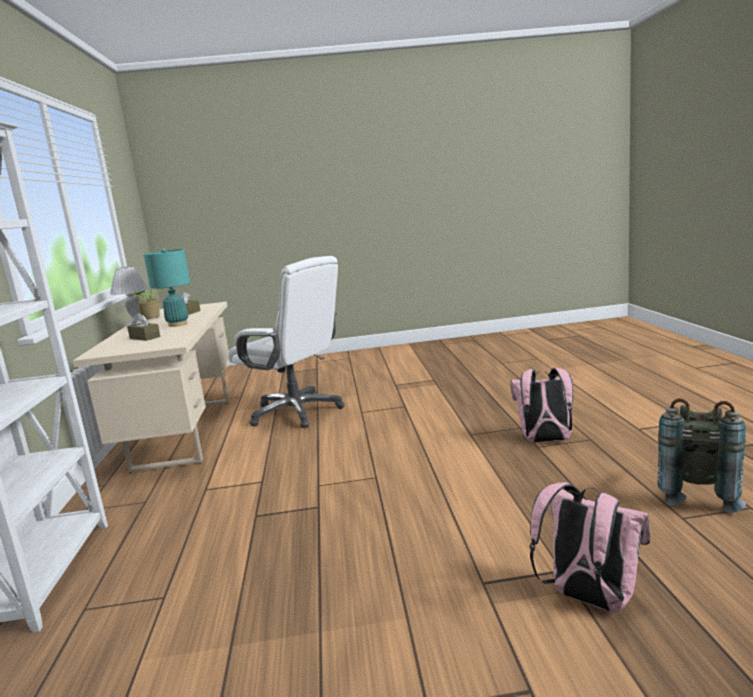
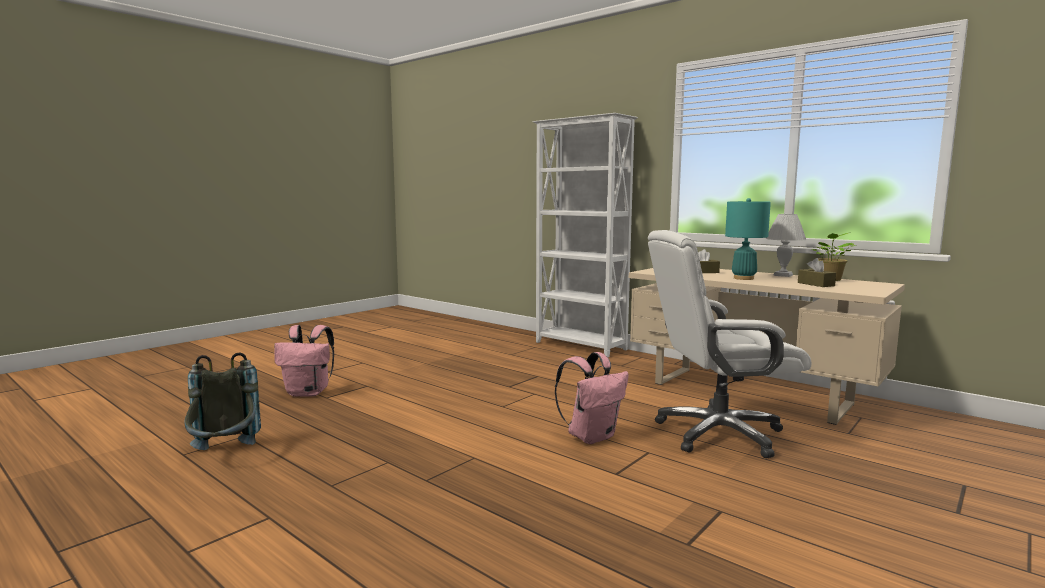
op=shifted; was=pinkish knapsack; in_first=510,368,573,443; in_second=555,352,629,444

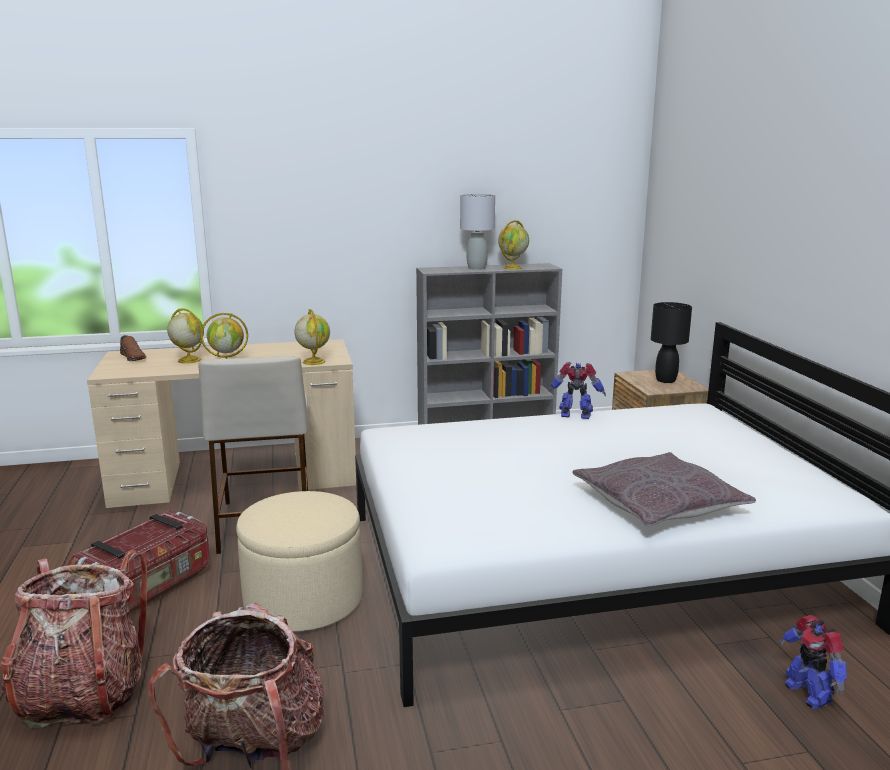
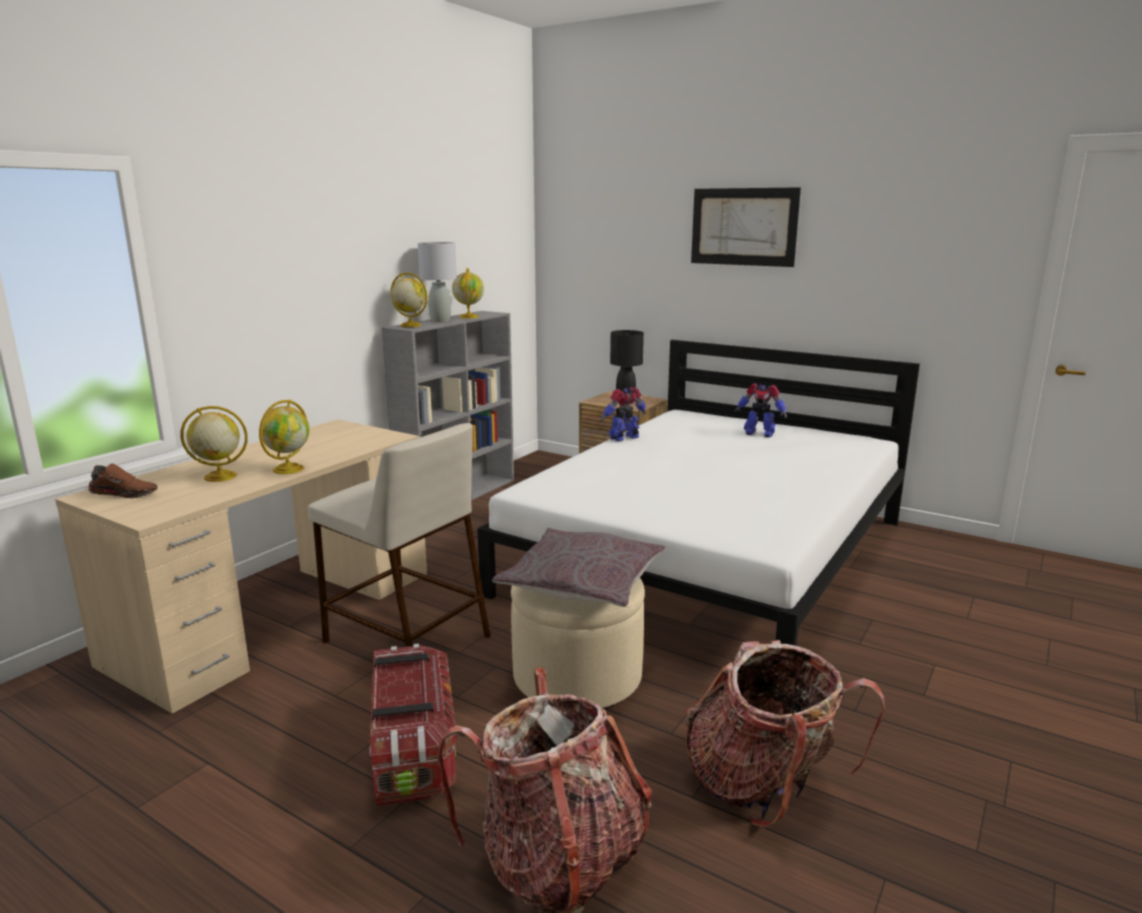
op=shifted; was=desk globe; in_first=294,309,330,365; in_second=390,272,427,327
op=shifted; was=gray throw pillow; in_first=572,452,756,526; in_second=492,528,666,607
op=shifted; was=robot figure; in_first=778,615,847,709; in_second=735,383,787,437
op=new; now=wall art; in_second=691,187,801,267

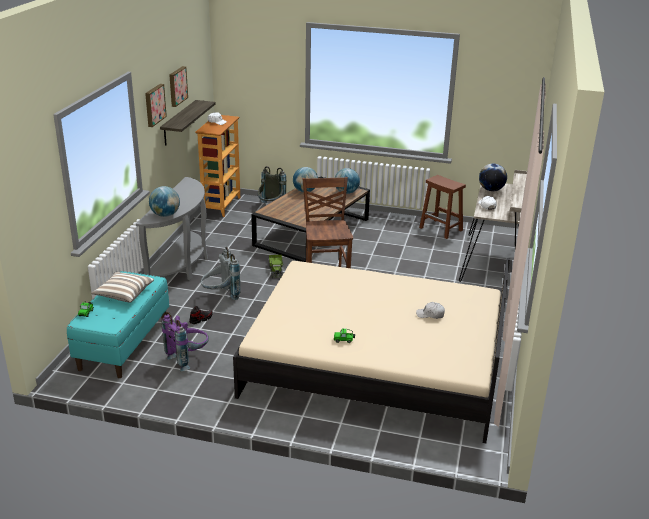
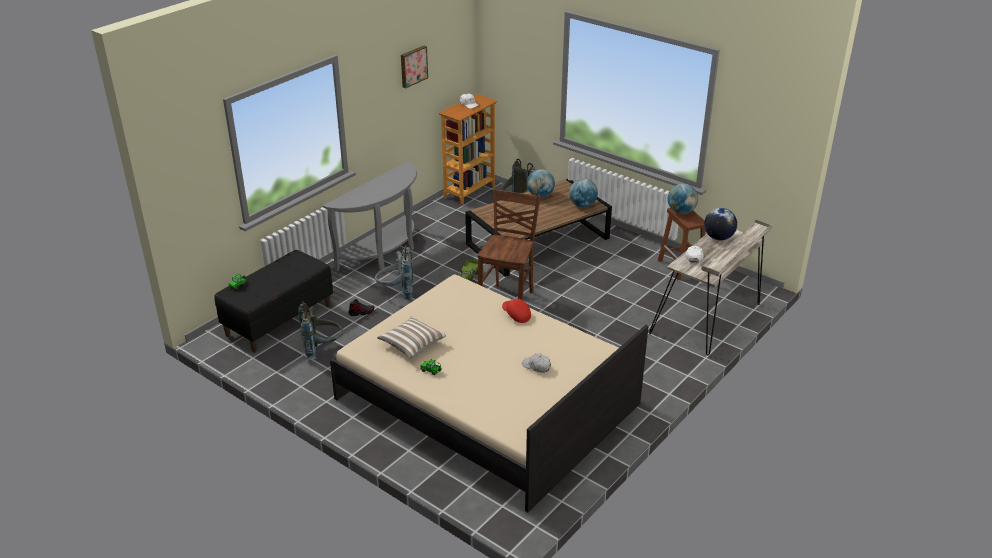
op=gone; was=wall art; in_first=145,84,167,127
op=gone; was=wall shelf; in_first=160,100,216,146
op=shifted; was=desk globe; in_first=149,186,180,217; in_second=668,183,698,214
op=repainted; was=turquoise-coloured indoor bench; now=black indoor bench; in_first=67,271,169,378; in_second=214,250,333,353
op=shifted; was=throw pillow; in_first=91,272,154,303; in_second=377,316,446,359
op=repainted; was=purple knapsack; now=gray knapsack; in_first=162,312,209,371; in_second=298,301,343,360
op=new; now=reddish baseball cap; in_second=502,299,531,323

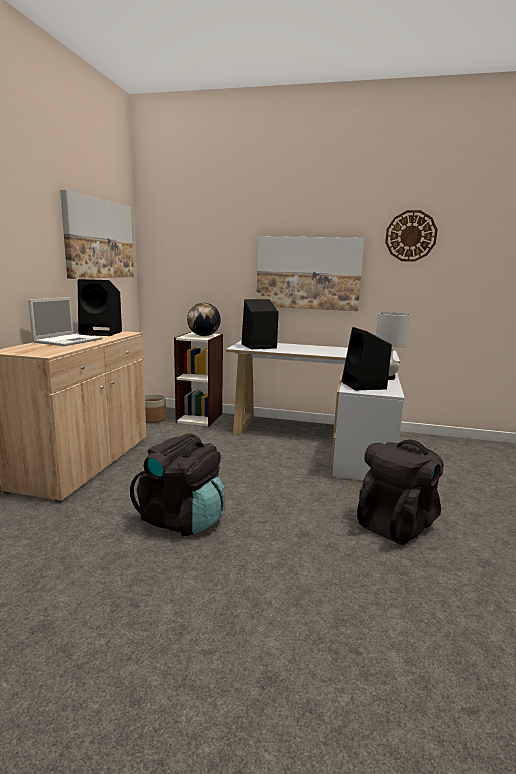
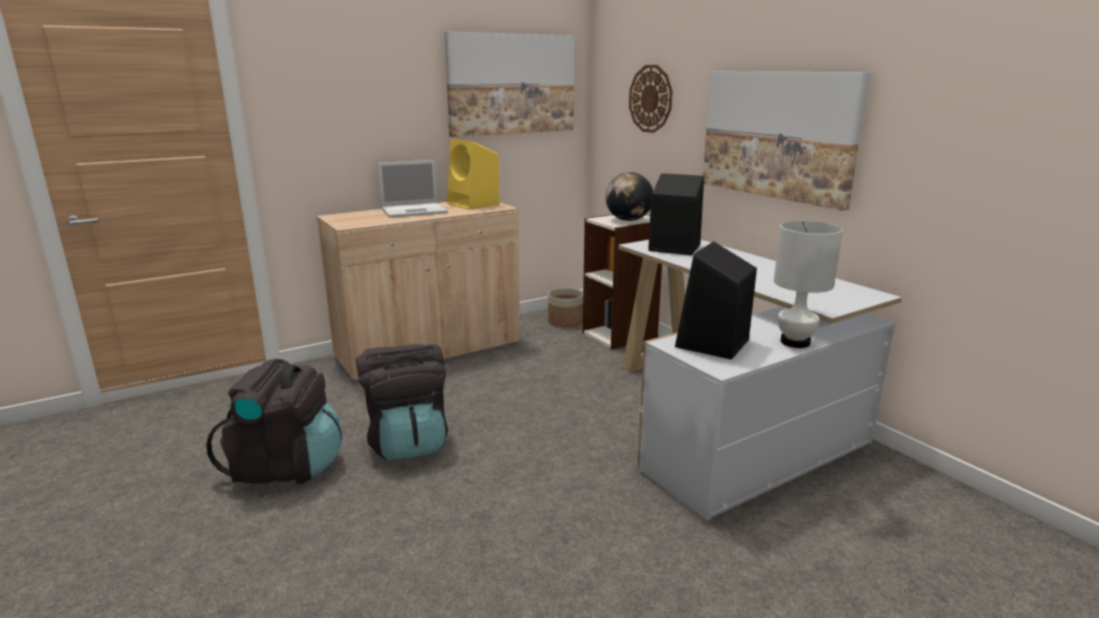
op=shifted; was=wall clock; in_first=385,210,438,262; in_second=629,65,673,133
op=repainted; was=black speaker; now=yellowish speaker; in_first=78,279,122,336; in_second=447,138,500,210
op=shifted; was=black knapsack; in_first=357,440,444,545; in_second=206,359,342,484

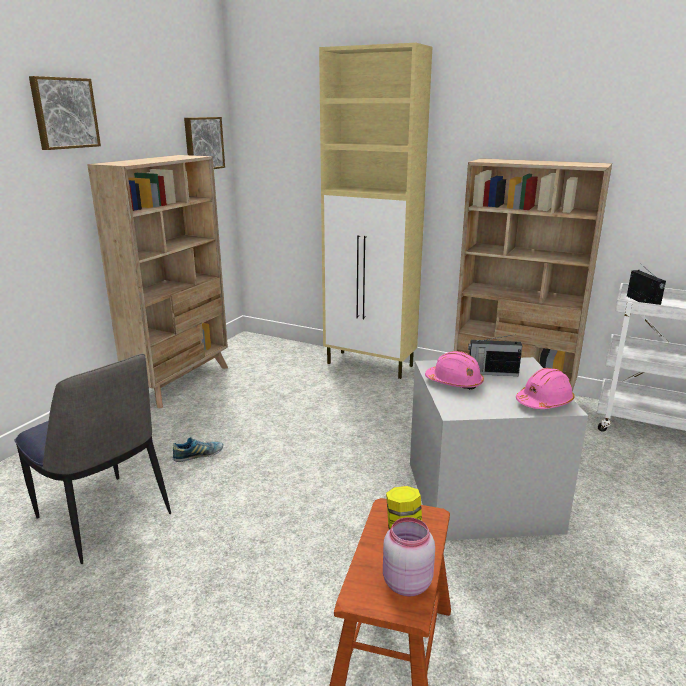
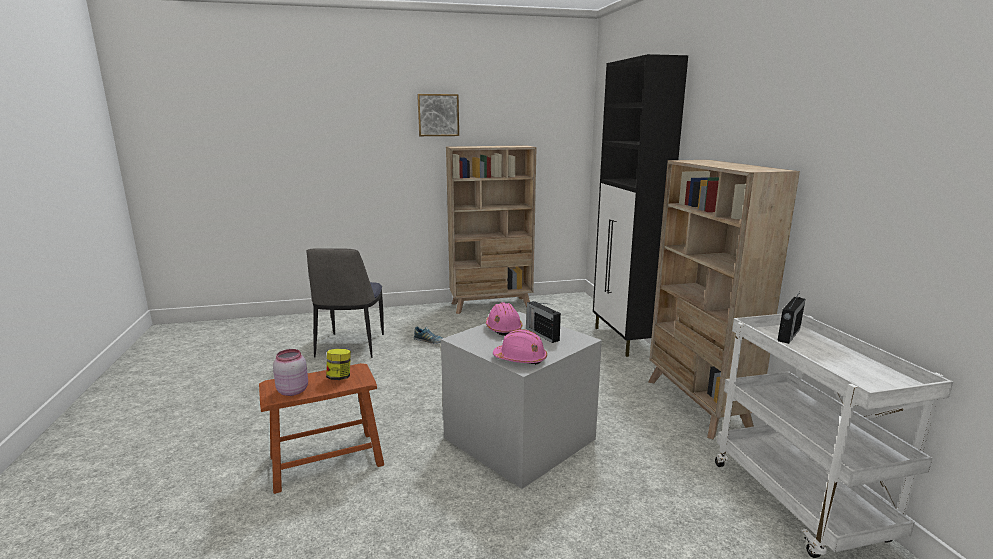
op=repainted; was=sand-coloured cupboard; now=black cupboard; in_first=319,43,432,379; in_second=593,54,688,357
op=gone; was=wall art; in_first=184,117,225,169

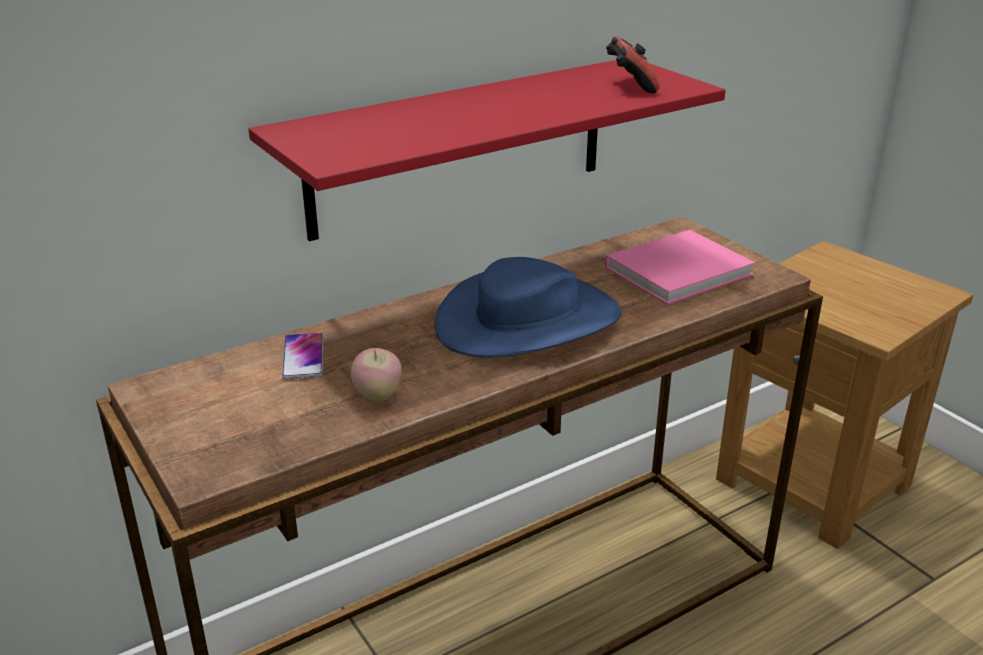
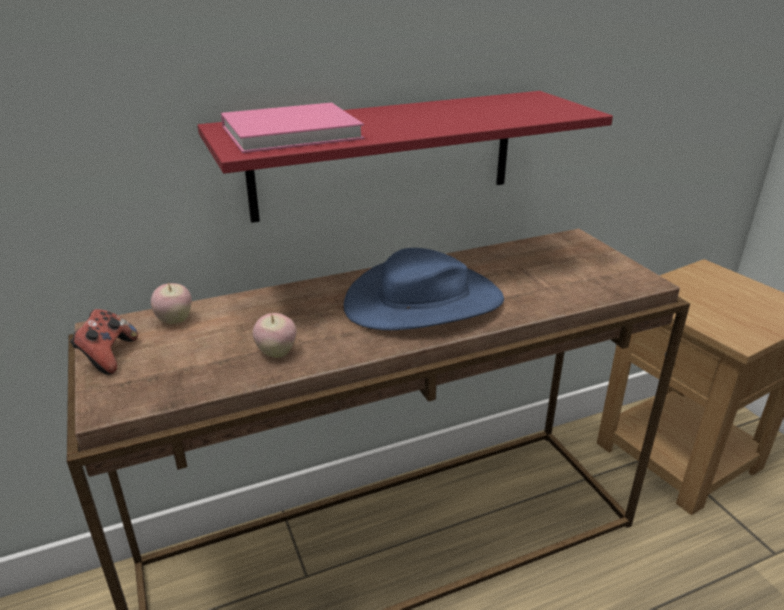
op=shifted; was=game controller; in_first=606,36,660,93; in_second=70,309,138,375
op=shifted; was=pinkish bound book; in_first=605,230,756,305; in_second=221,103,364,153
op=gone; was=phone; in_first=282,333,323,379
op=new; now=whole apple; in_second=151,282,192,324

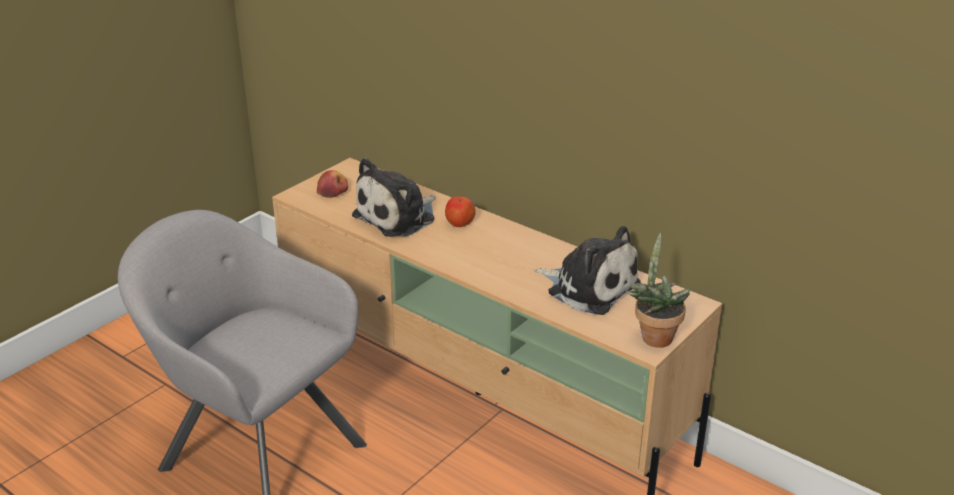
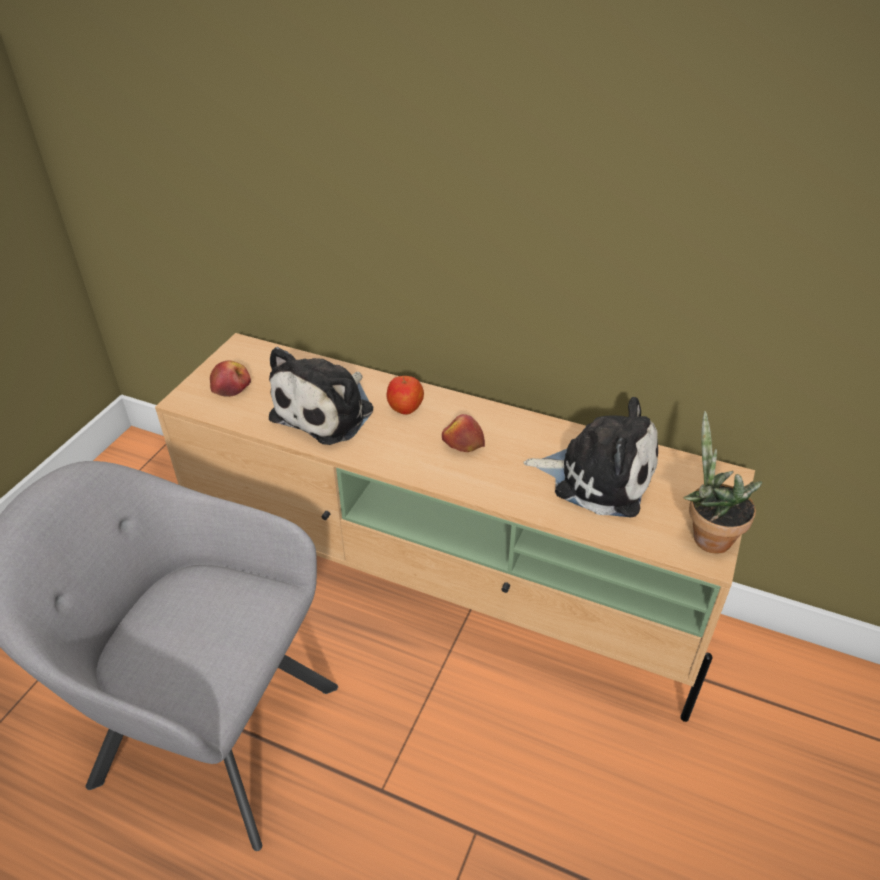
op=new; now=whole apple; in_second=442,414,485,452

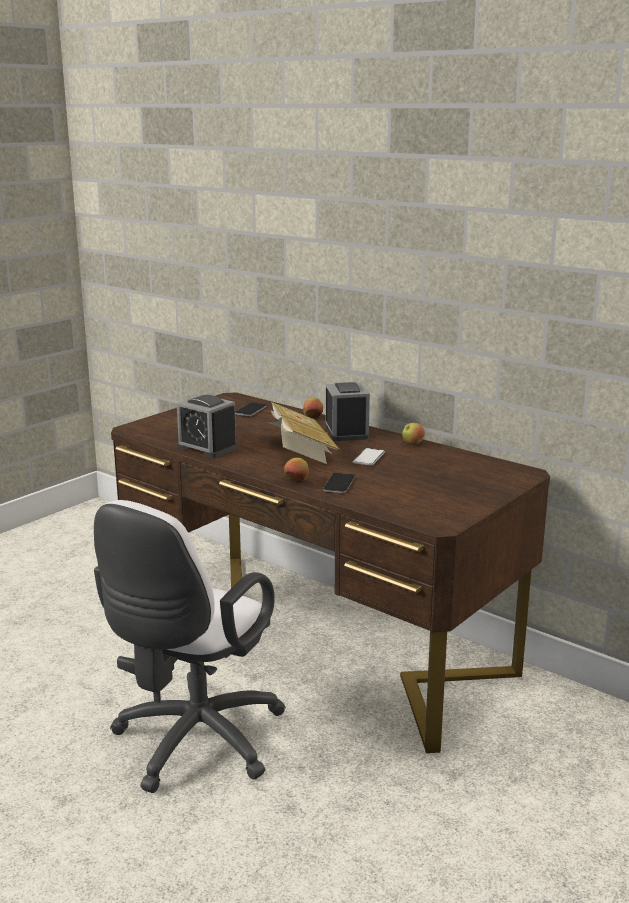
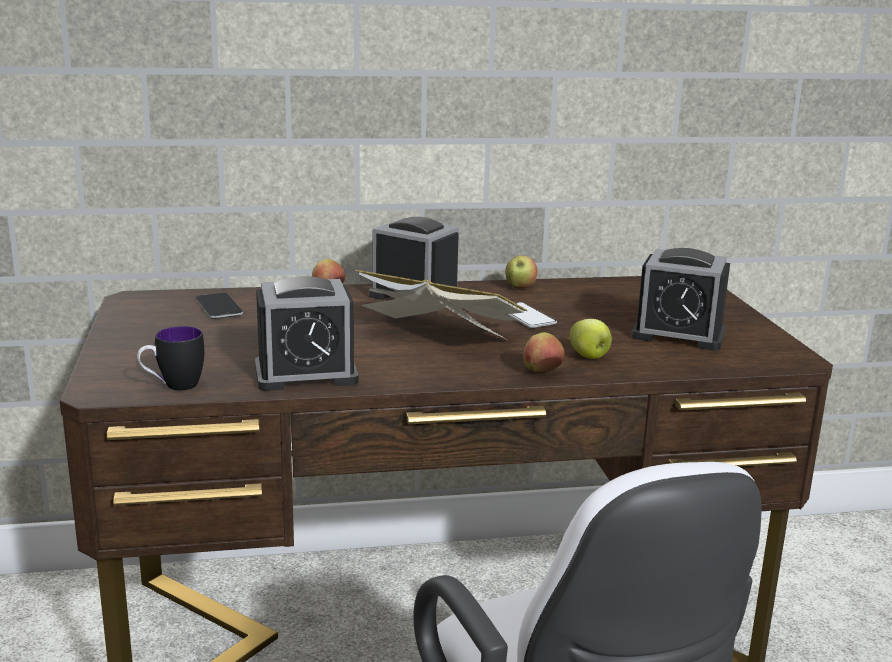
op=swapped; was=phone; now=whole apple; in_first=323,473,355,493; in_second=570,319,612,359
op=new; now=bedside clock; in_second=631,248,730,351
op=new; now=coffee mug; in_second=137,326,204,391

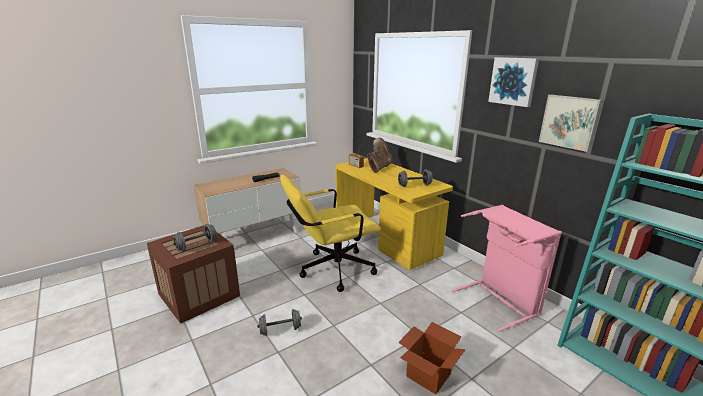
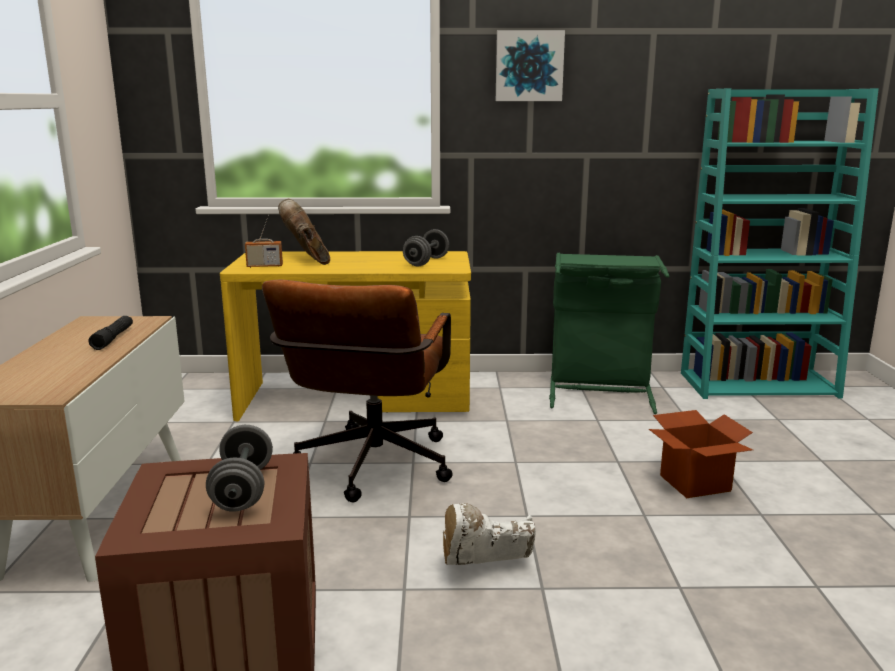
op=gone; was=wall art; in_first=539,95,603,152
op=repainted; was=yellowish computer chair; now=brown-coloured computer chair; in_first=280,175,381,292; in_second=262,280,453,502
op=repainted; was=pinkish hamper; now=greenish hamper; in_first=451,205,562,332; in_second=549,253,669,414
op=swapped; was=gray free weight; now=white-coloured tall boot; in_first=257,309,302,336; in_second=443,503,536,565

